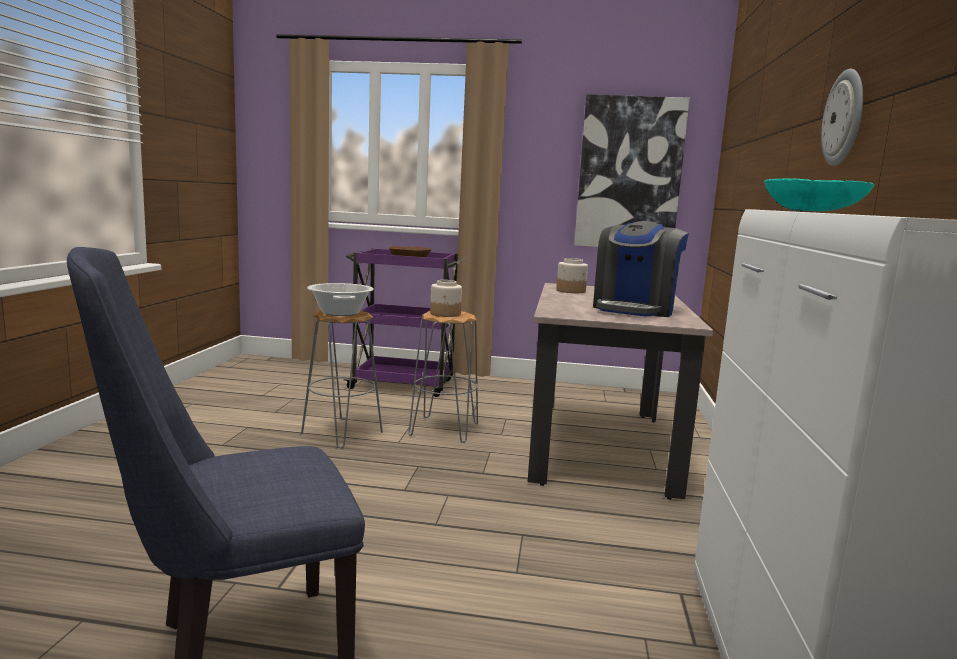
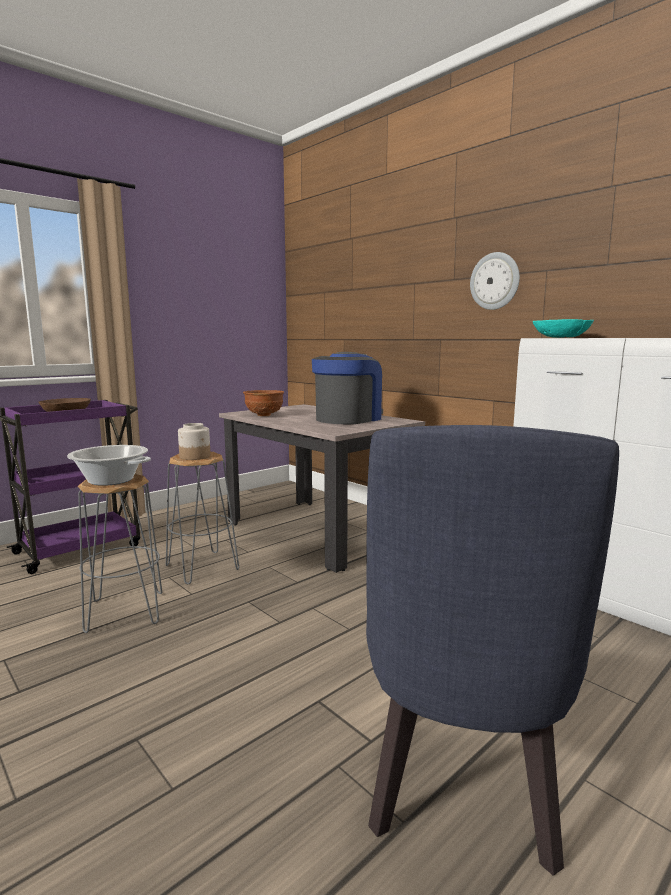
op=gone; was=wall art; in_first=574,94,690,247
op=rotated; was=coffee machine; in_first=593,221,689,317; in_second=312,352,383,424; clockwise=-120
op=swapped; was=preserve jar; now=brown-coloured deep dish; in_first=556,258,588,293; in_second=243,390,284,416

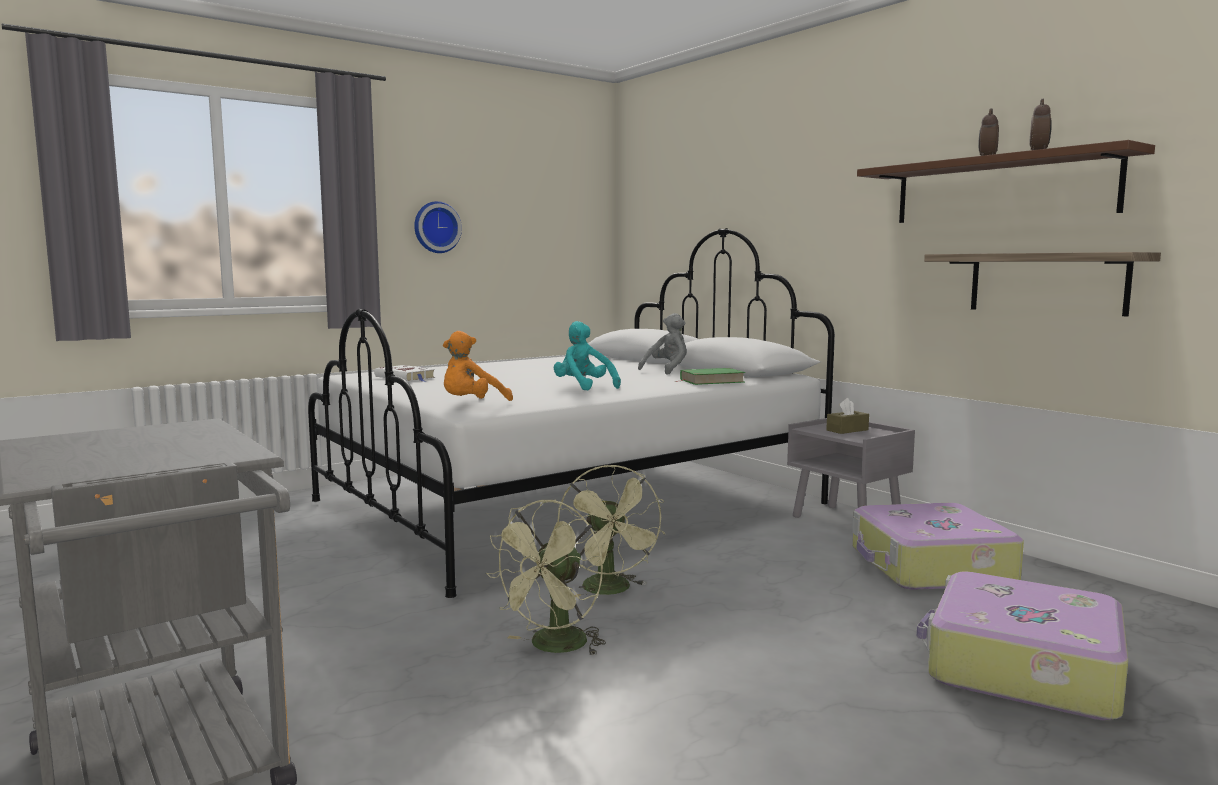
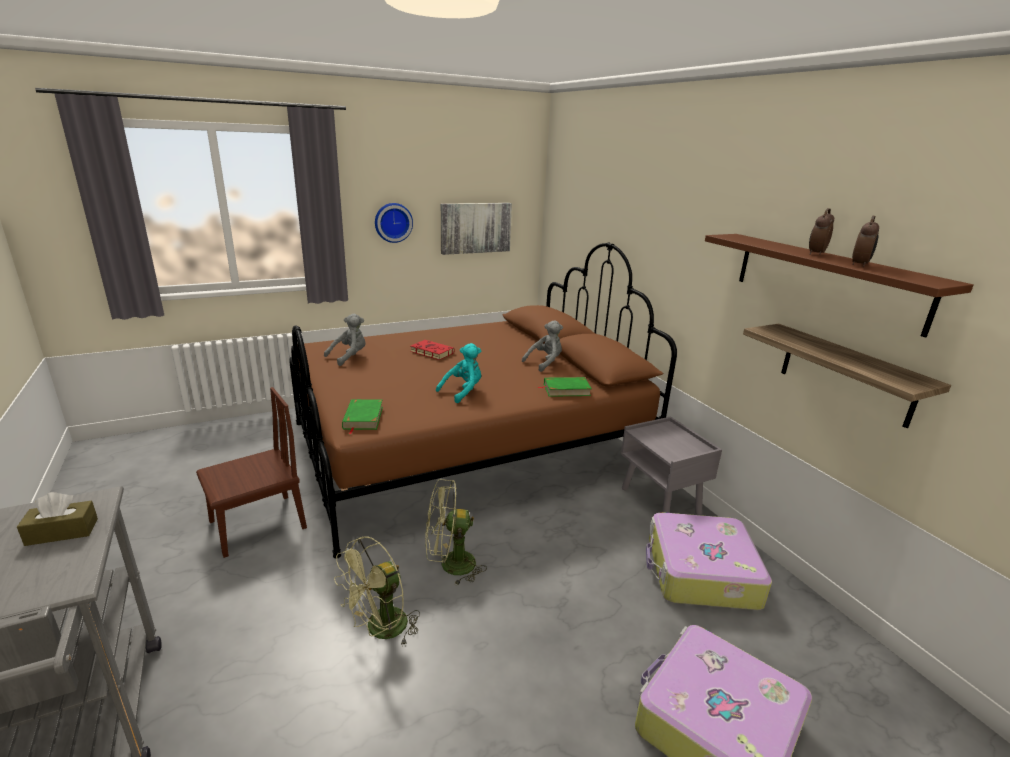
op=repainted; was=white-coloured bed; now=brown-coloured bed; in_first=308,228,835,598; in_second=289,242,677,558
op=rotated; was=turquoise-coloured cuddly toy; in_first=554,321,621,391; in_second=436,343,481,403; clockwise=75
op=swapped; was=orangey cuddly toy; now=greenish bound book; in_first=443,331,513,401; in_second=342,399,383,434
op=swapped; was=white-coloured bound book; now=gray cuddly toy; in_first=374,365,435,382; in_second=324,314,366,366
op=shifted; was=brown-coloured tissue holder; in_first=826,398,869,434; in_second=17,492,98,546
op=rotated; was=greenish cooling fan; in_first=557,464,665,597; in_second=425,479,487,586; clockwise=90
op=new; now=wall art; in_second=441,203,512,255
op=new; now=reddish bound book; in_second=410,340,455,360
op=new; now=brown-coloured upright chair; in_second=196,387,307,558

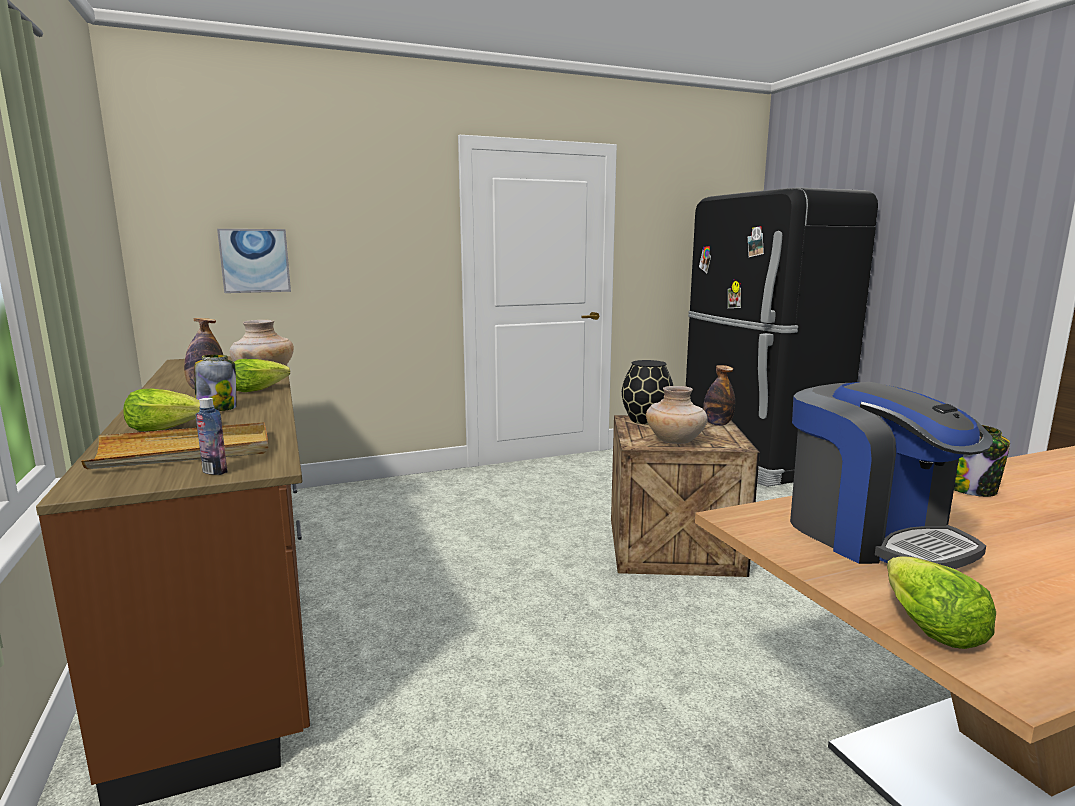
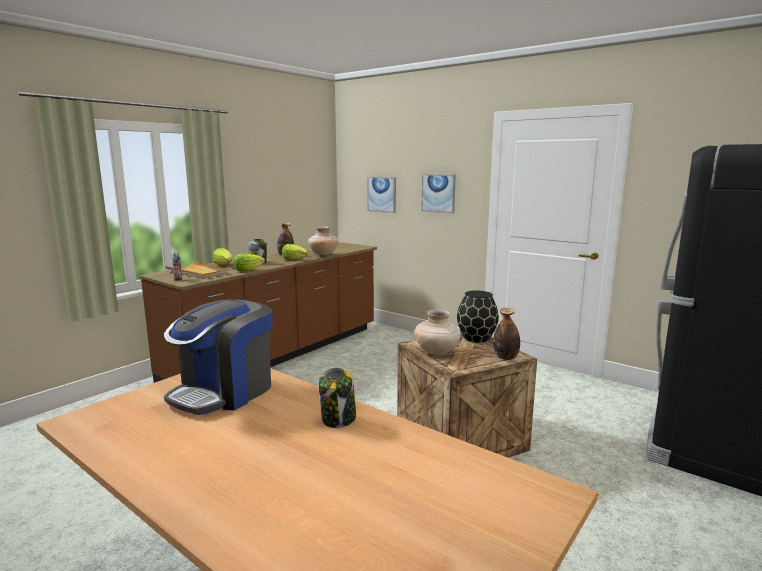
op=shifted; was=lettuce head; in_first=887,556,996,649; in_second=234,254,265,271
op=new; now=wall art; in_second=421,174,456,213

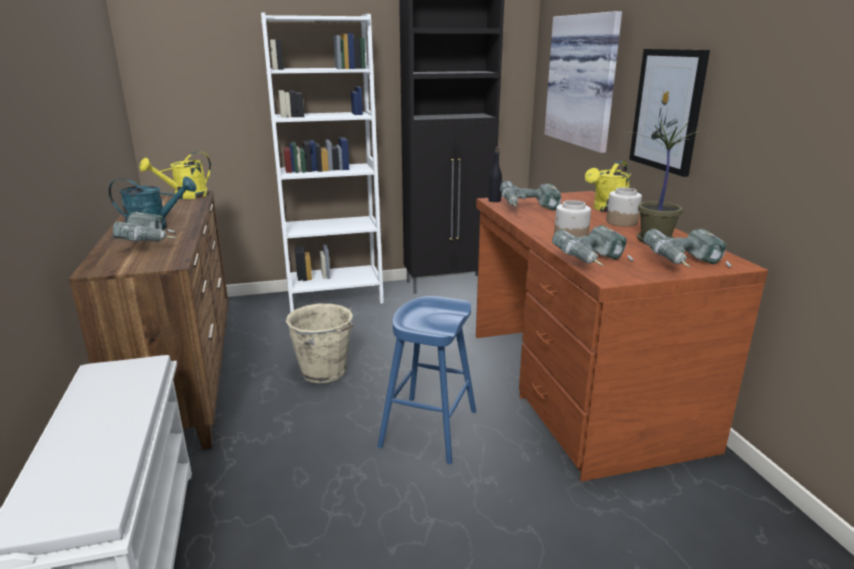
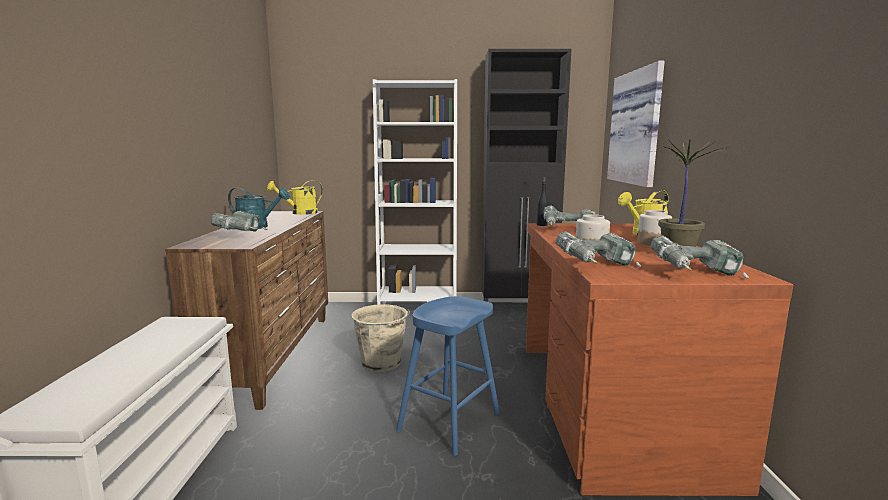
op=gone; was=wall art; in_first=629,49,710,177

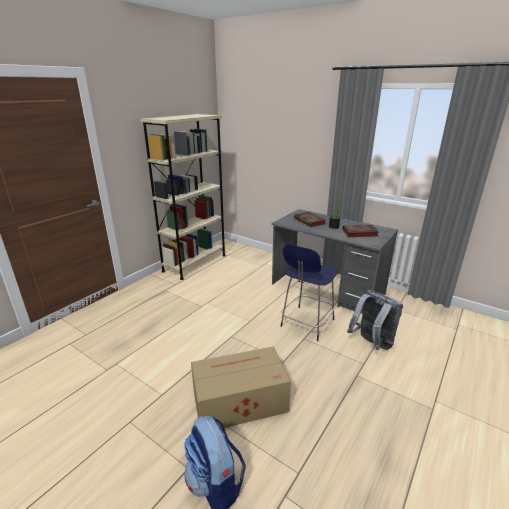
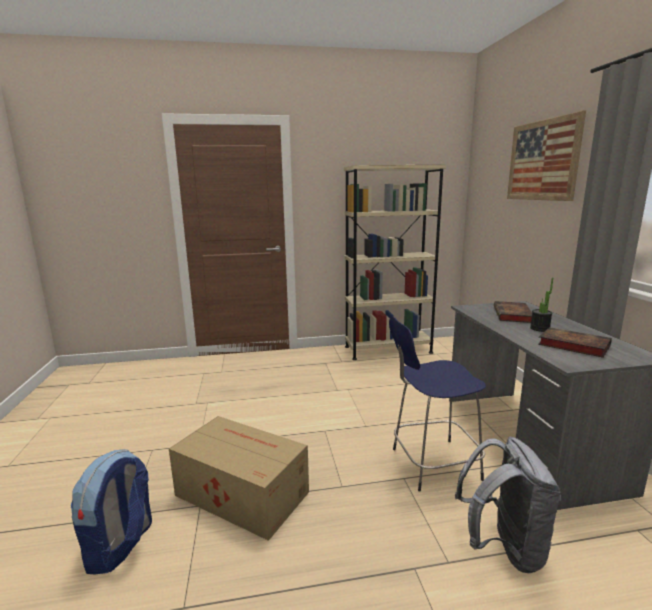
op=new; now=wall art; in_second=507,110,586,201

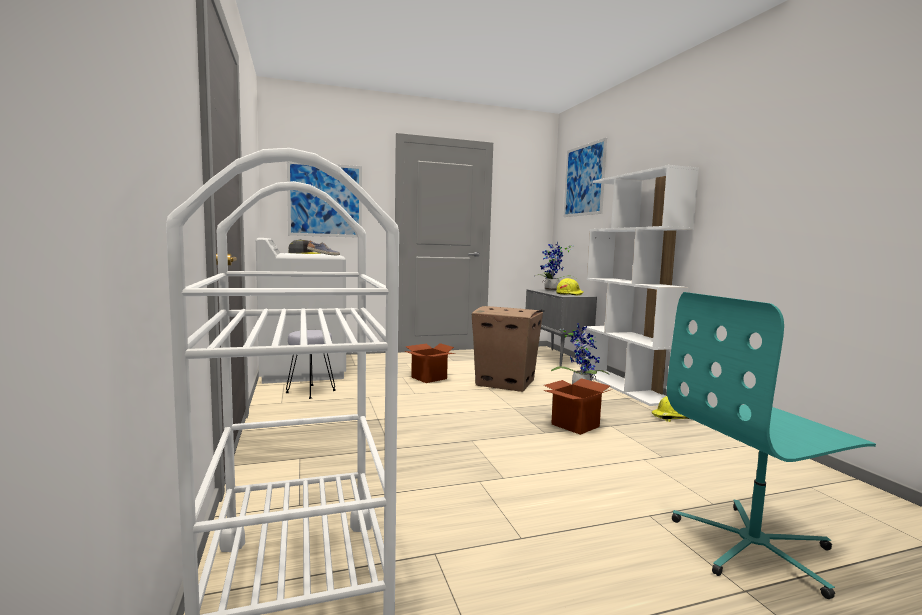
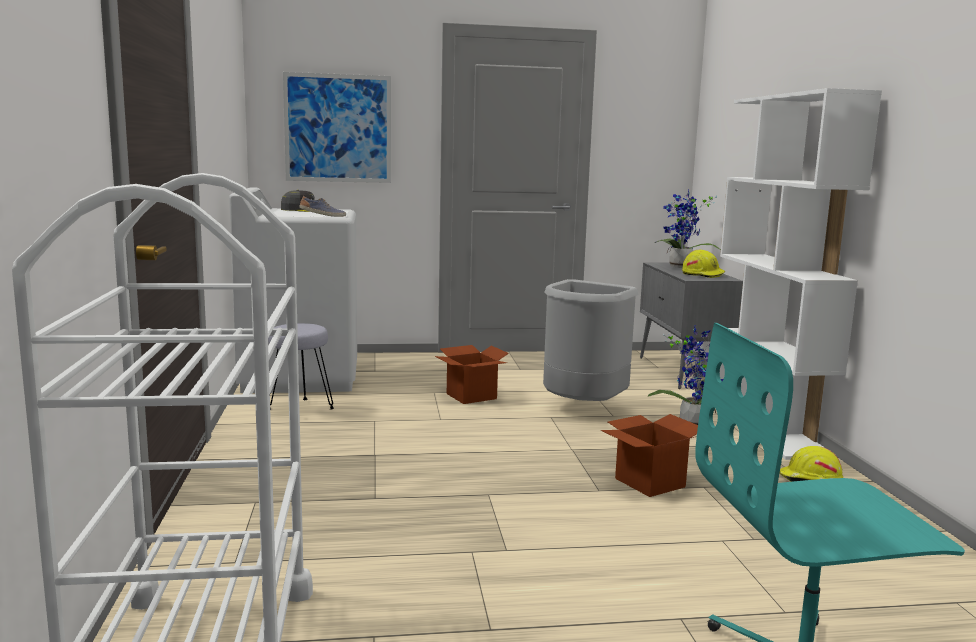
op=gone; was=wall art; in_first=564,138,607,217
op=swapped; was=carton; now=gray waste bin; in_first=472,306,543,392; in_second=543,279,638,401

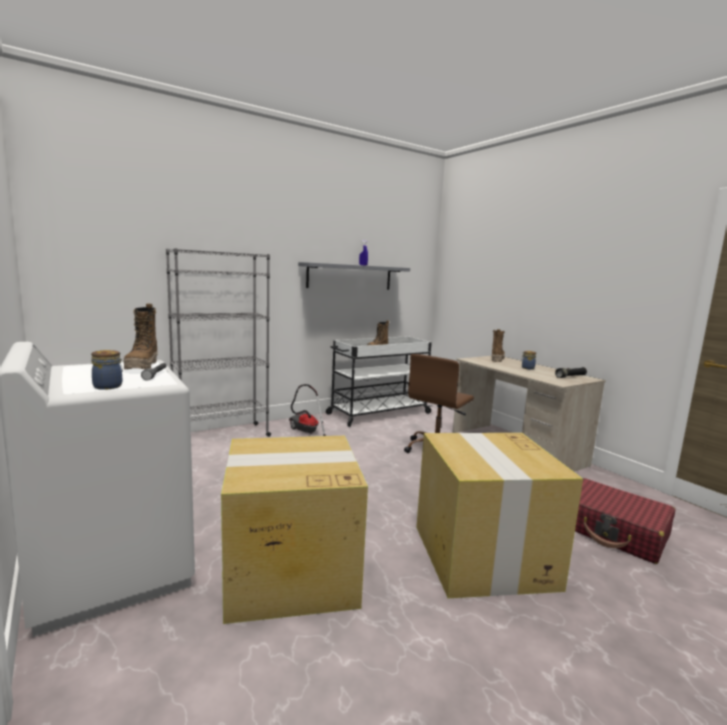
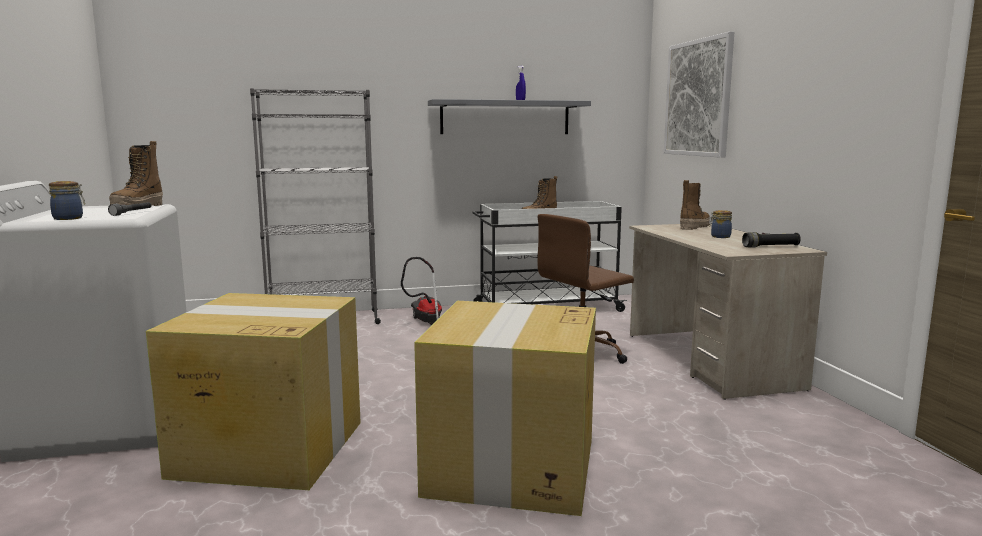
op=gone; was=reddish travel case; in_first=575,478,675,564
op=new; now=wall art; in_second=664,32,734,158

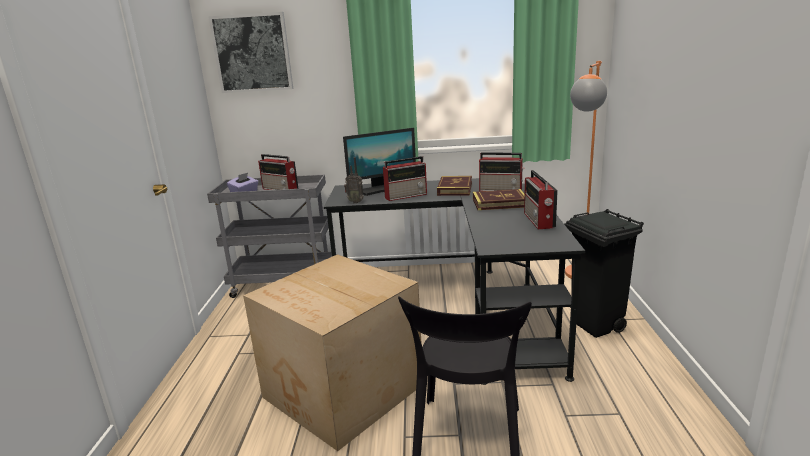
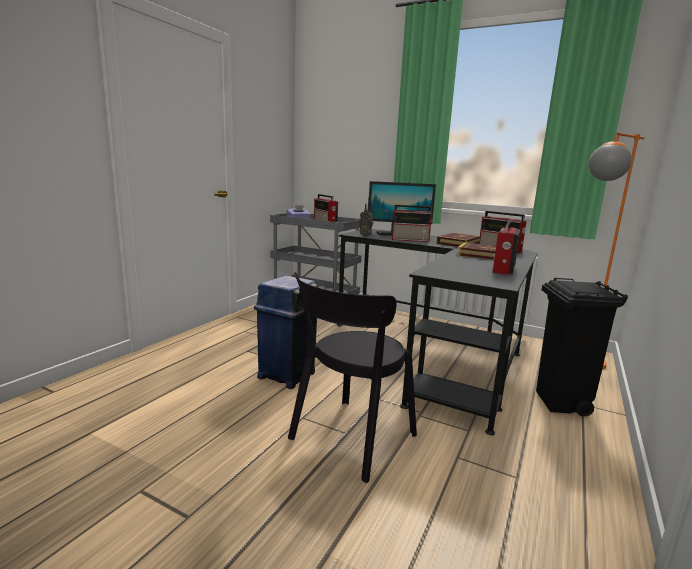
op=gone; was=wall art; in_first=208,12,293,93
op=swapped; was=carton; now=bluish waste bin; in_first=243,254,422,451; in_second=254,276,318,389

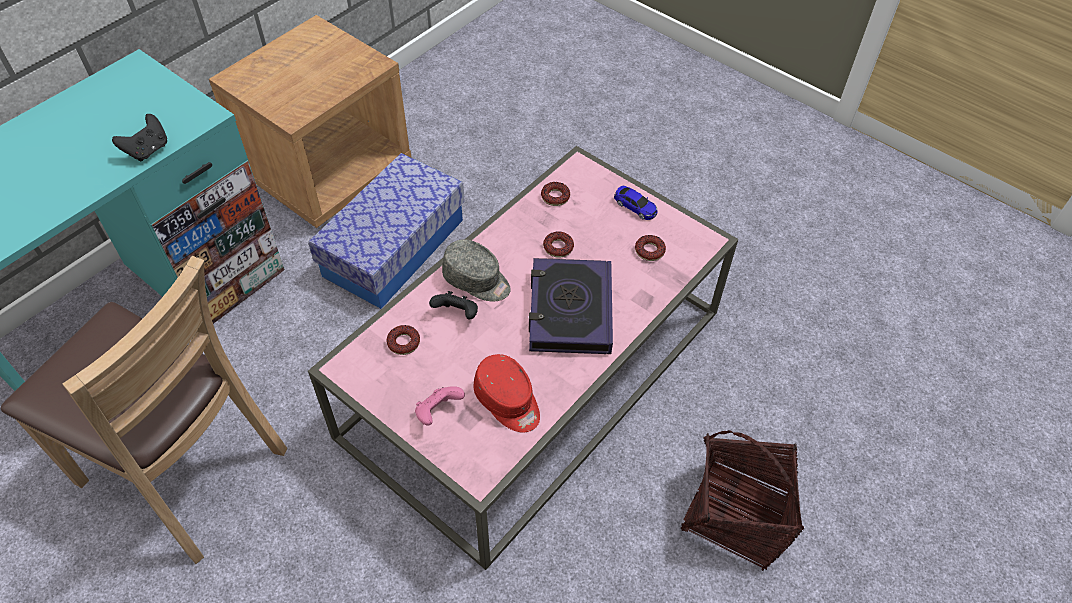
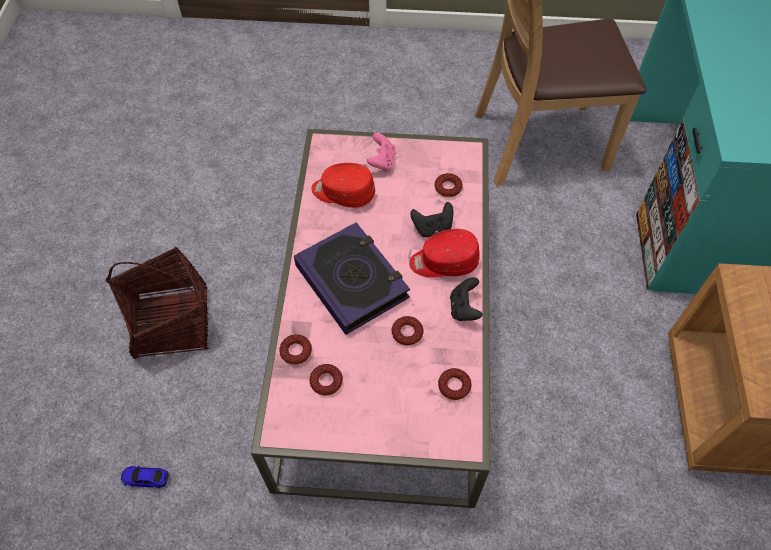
op=shifted; was=black game controller; in_first=112,114,167,161; in_second=450,277,482,321
op=gone; was=storage box; in_first=308,153,465,309
op=shifted; was=model car; in_first=614,186,658,220; in_second=121,465,169,489
op=repainted; was=gray baseball cap; now=reddish baseball cap; in_first=442,239,511,301; in_second=409,229,480,278
op=new; now=ring doughnut; in_second=280,334,312,365

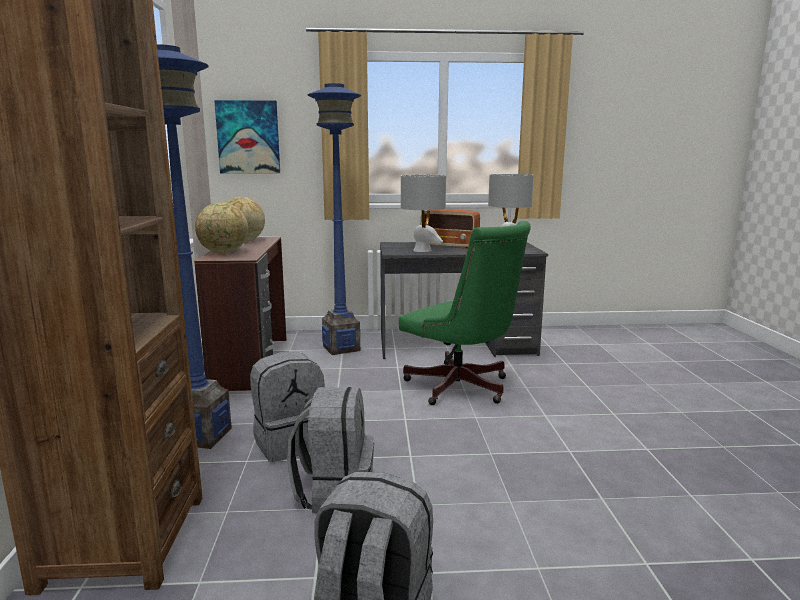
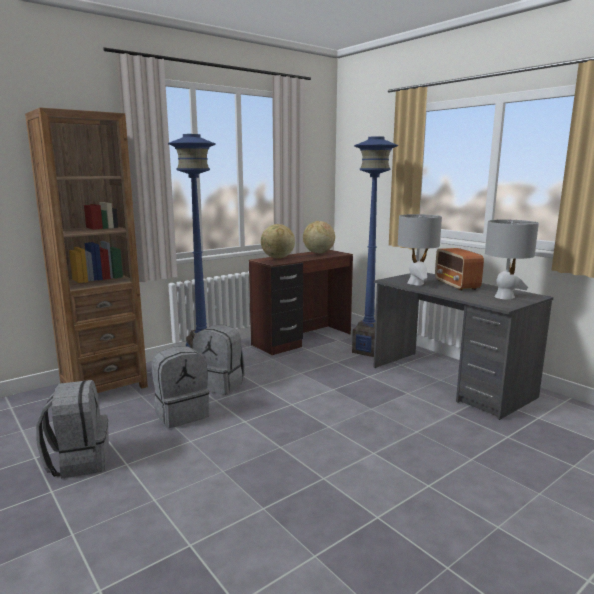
op=gone; was=wall art; in_first=214,100,280,173
op=gone; was=greenish computer chair; in_first=399,221,531,405

